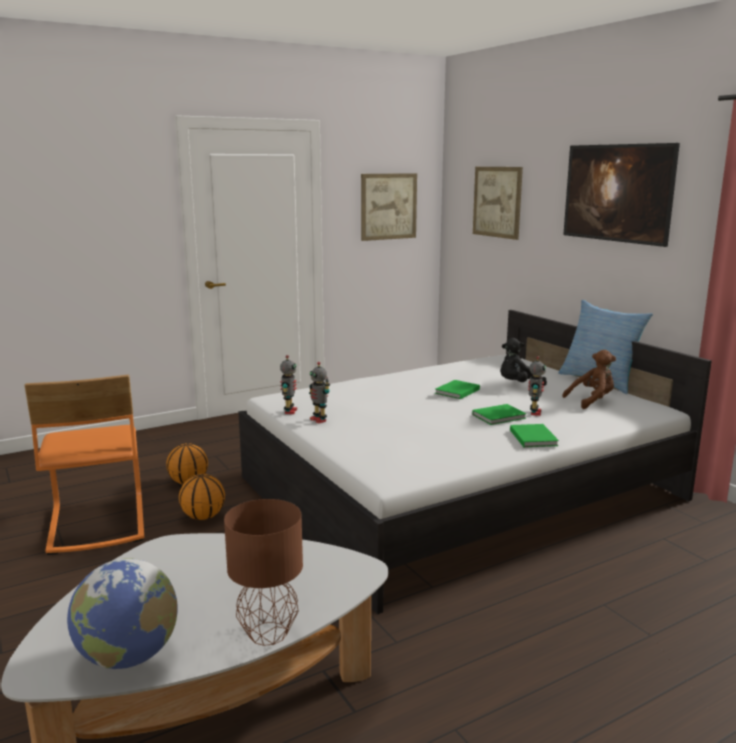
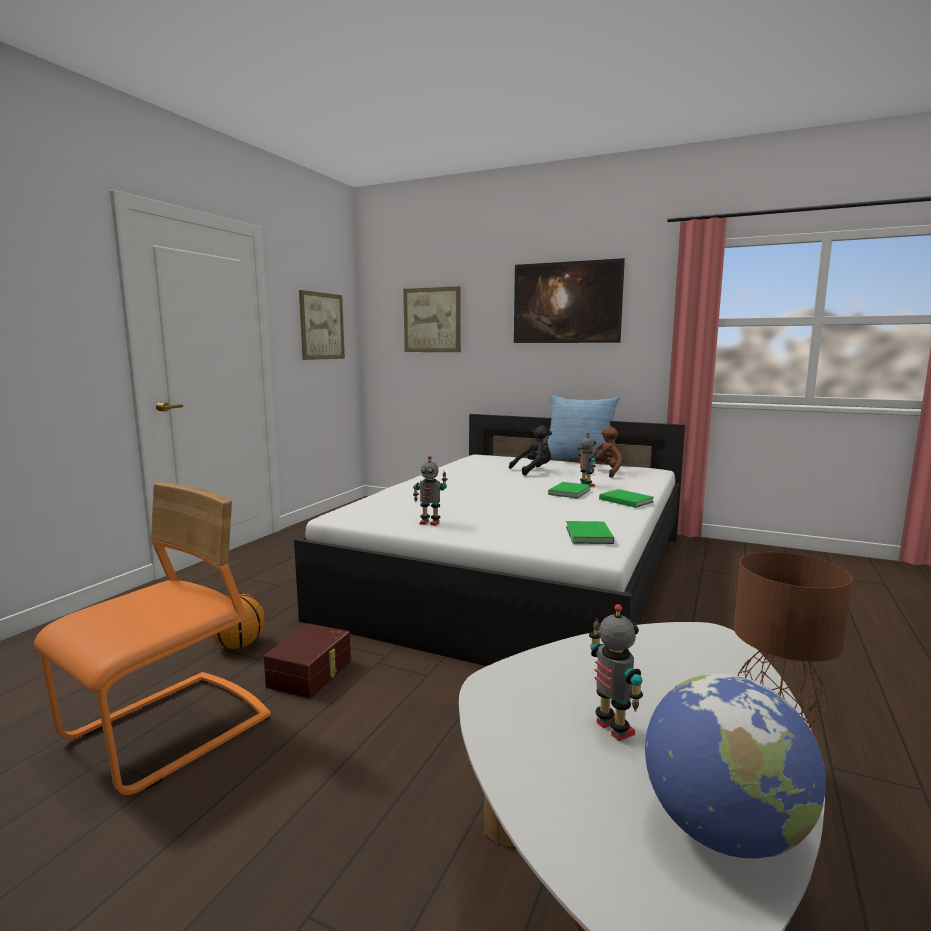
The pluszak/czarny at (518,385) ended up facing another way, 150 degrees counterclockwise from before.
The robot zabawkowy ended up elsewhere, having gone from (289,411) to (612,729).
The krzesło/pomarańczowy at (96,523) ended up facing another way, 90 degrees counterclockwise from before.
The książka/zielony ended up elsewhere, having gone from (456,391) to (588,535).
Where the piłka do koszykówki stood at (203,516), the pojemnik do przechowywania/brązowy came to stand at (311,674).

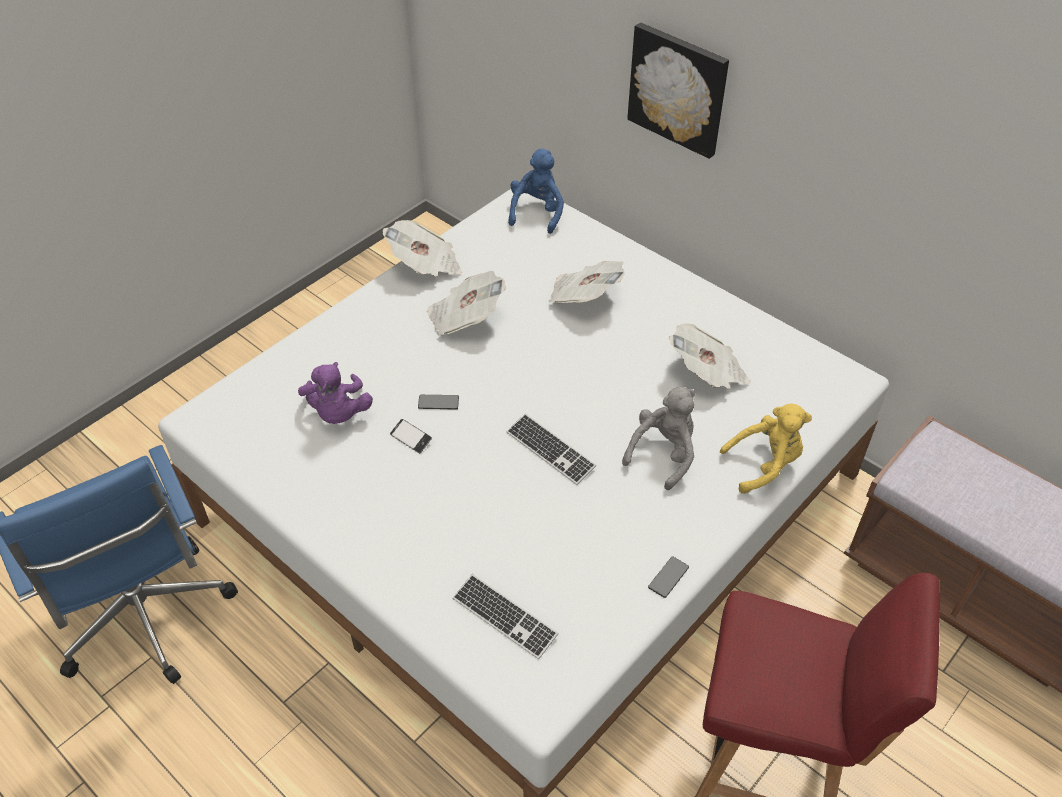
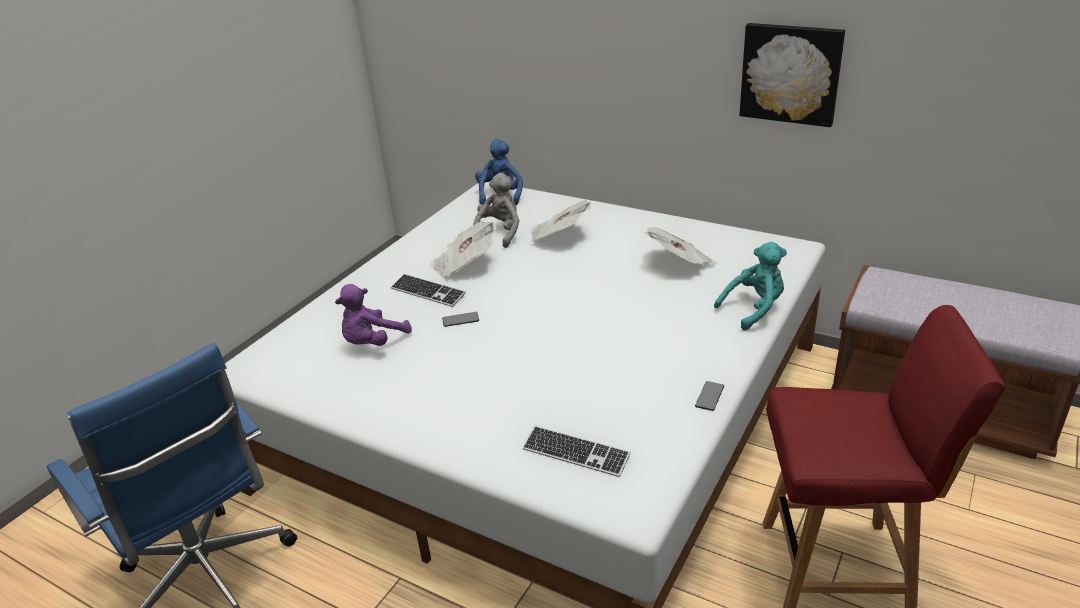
The obraz ended up elsewhere, having gone from (679,89) to (791,73).
The second view lost the gazeta at (425,265).
The pluszak/fioletowy at (338,413) ended up facing another way, 60 degrees clockwise from before.
The pluszak/szary ended up elsewhere, having gone from (663,454) to (500,233).
What was the pluszak/żółty at (765,464) turned into the pluszak/turkusowy at (754,309).
The klawiatura ended up elsewhere, having gone from (550,450) to (428,292).
The second view lost the telefon at (411,438).

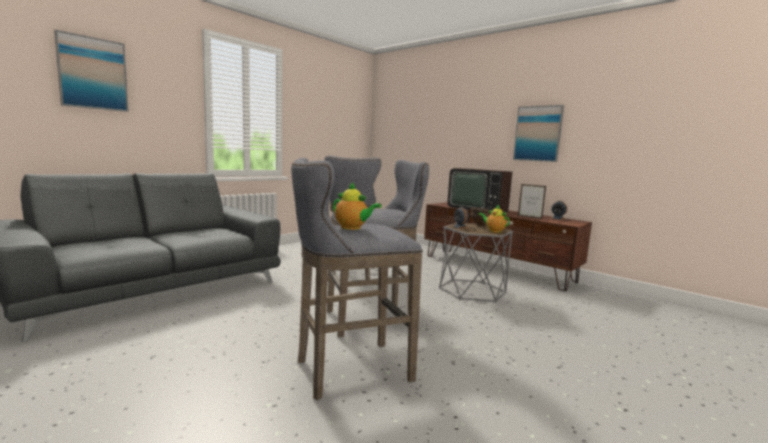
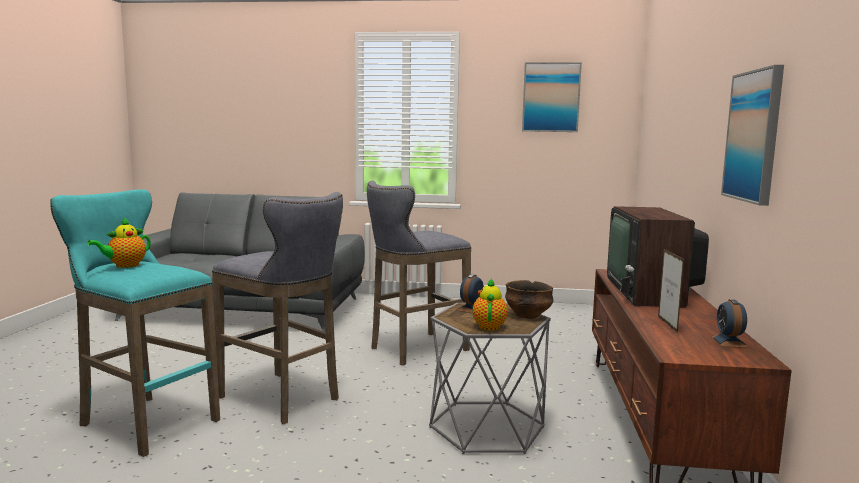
The obraz ended up elsewhere, having gone from (93,73) to (551,97).
What was the stołek/szary at (348,371) turned into the stołek/turkusowy at (144,422).
The imbryk at (353,228) ended up facing another way, 45 degrees clockwise from before.

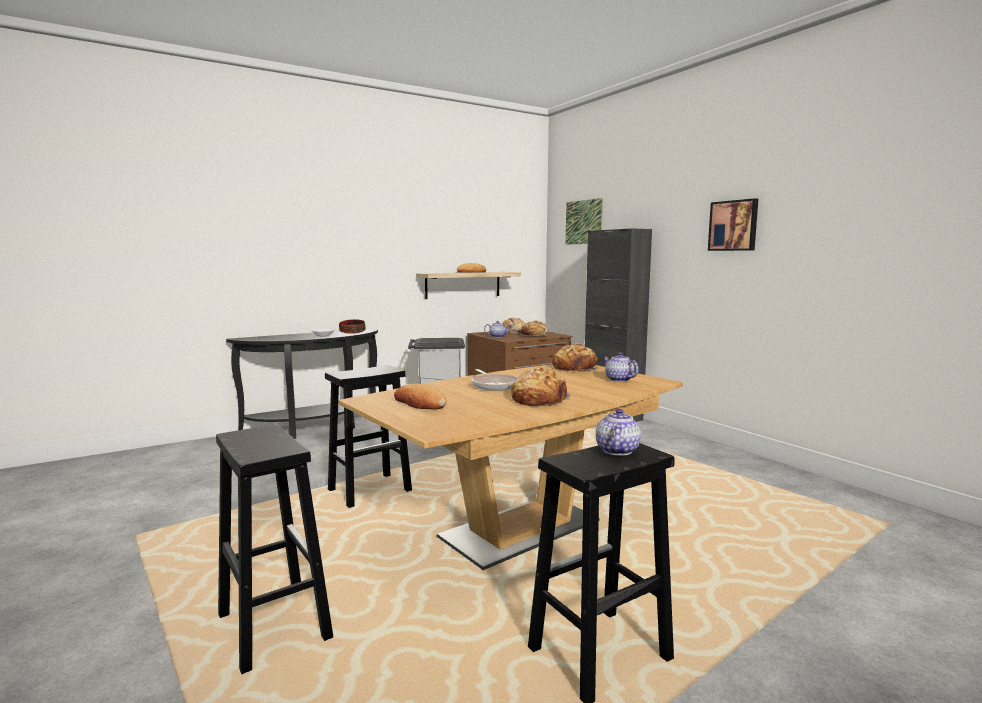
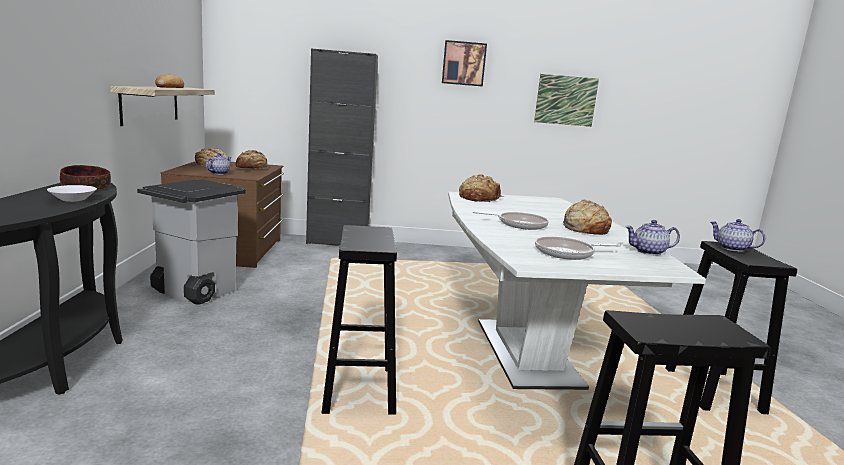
The obraz ended up elsewhere, having gone from (583,222) to (566,100).
The imbryk ended up elsewhere, having gone from (618,380) to (648,252).
What was the stół jadalny/brązowy at (520,530) turned into the stół jadalny/biały at (527,353).
Where the chleb stood at (420,403), the patelnia came to stand at (567,253).

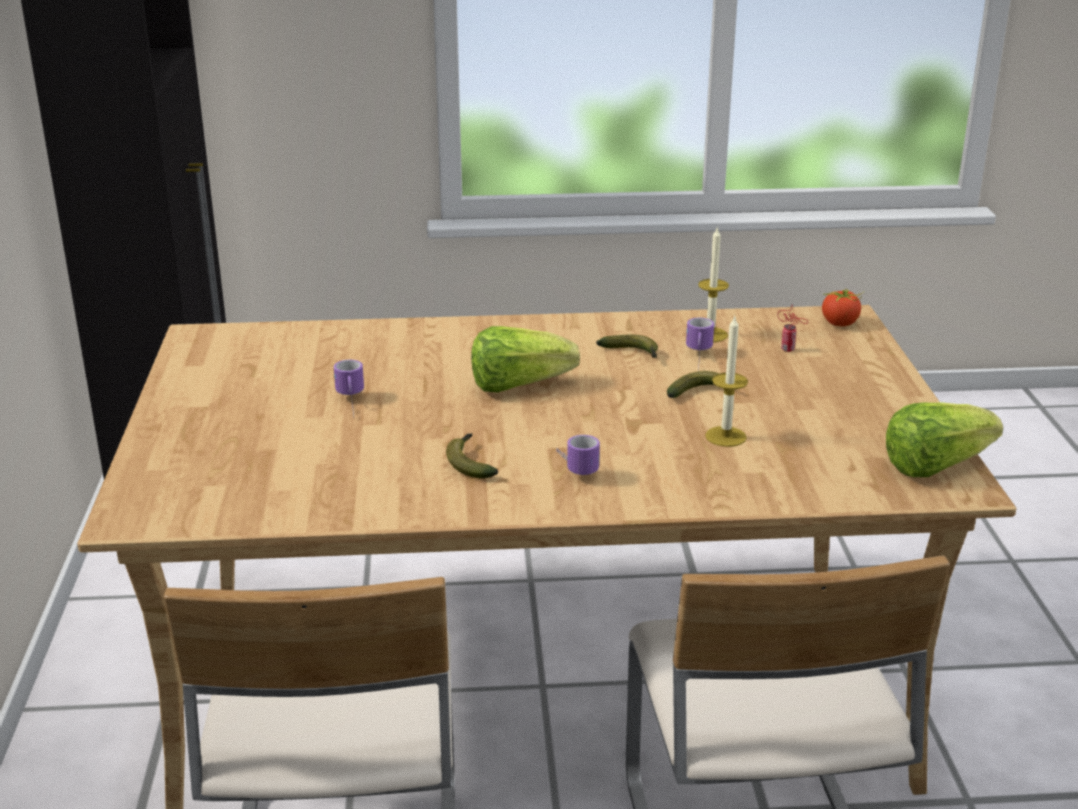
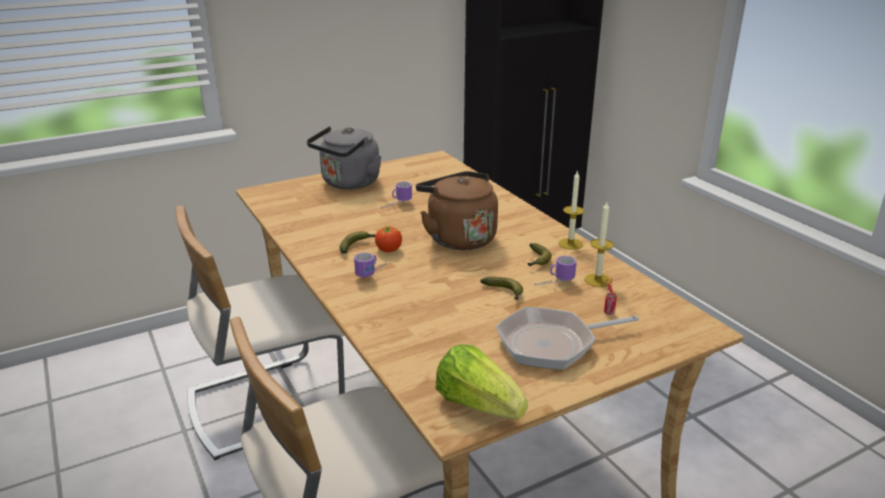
The pomidor ended up elsewhere, having gone from (840,323) to (389,250).
The świeca ended up elsewhere, having gone from (725,436) to (570,244).
Where the sałata stood at (518,385), the czajnik/brązowy came to stand at (458,238).
The second view gained the czajnik/szary at (348,183).
The second view gained the patelnia at (552,344).

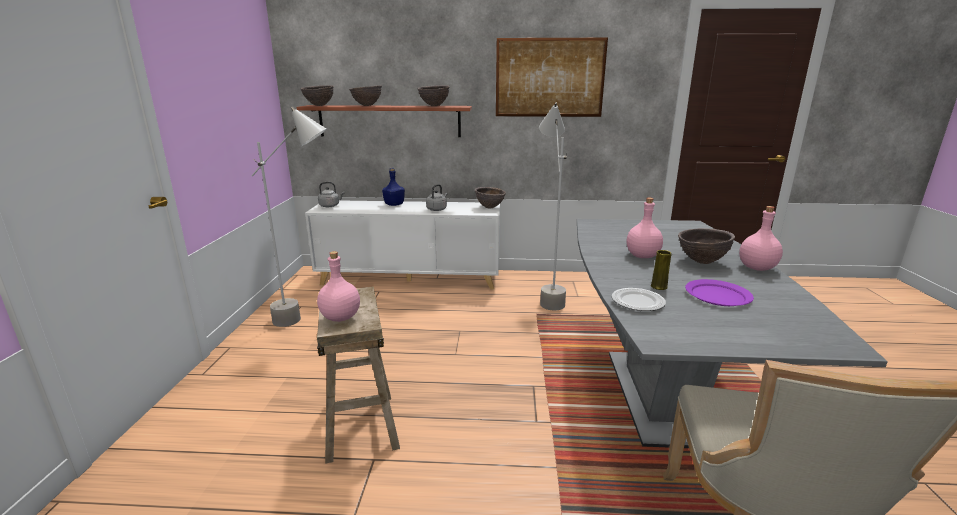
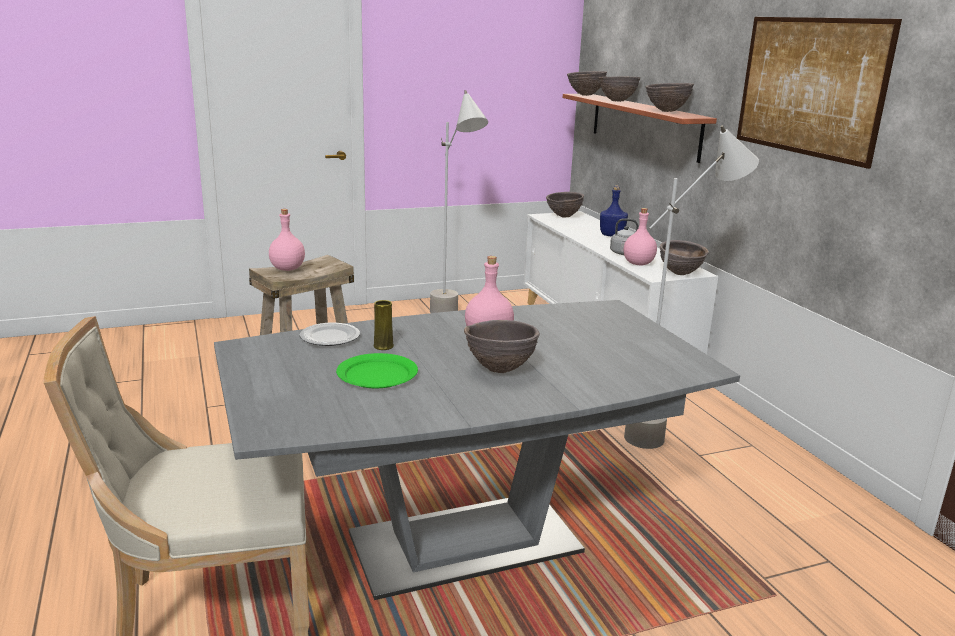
Where the czajnik/szary stood at (330,206), the miska/brązowy came to stand at (563,216).
The butelka/różowy ended up elsewhere, having gone from (756,268) to (638,263).
What was the talerz/fioletowy at (717,295) turned into the talerz/zielony at (377,374).

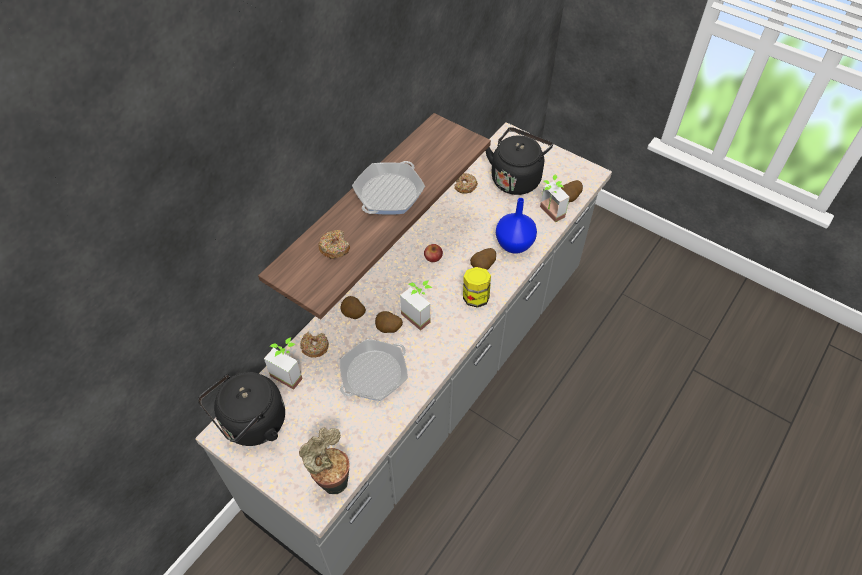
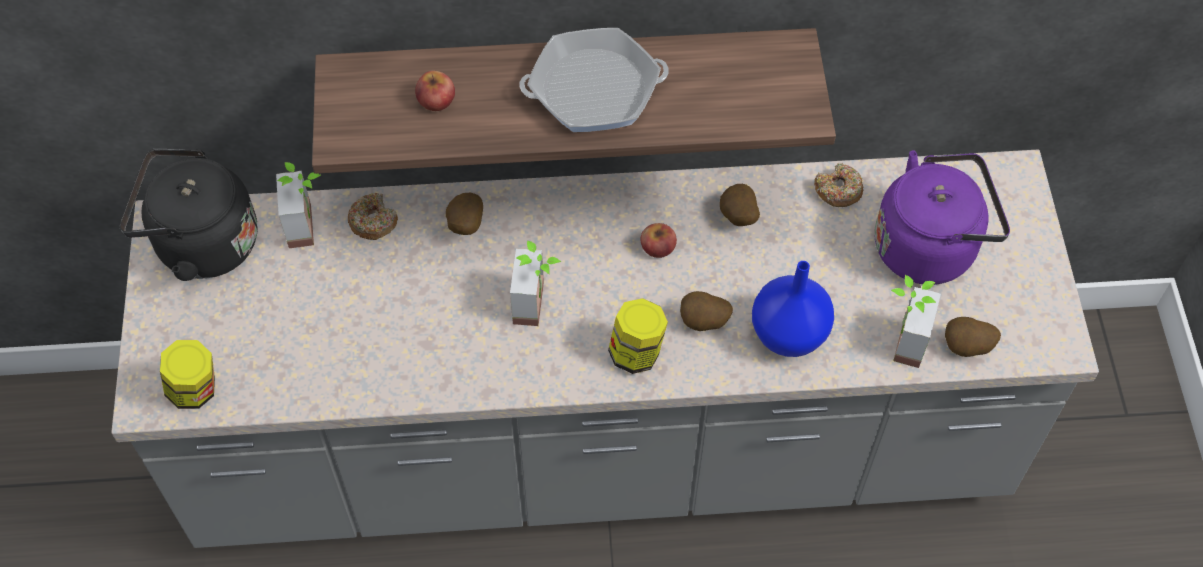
What was the czajnik/czarny at (516,178) turned into the czajnik/fioletowy at (930,246).
Where the donut stood at (334,248), the jabłko came to stand at (436,100).
The ziemniak ended up elsewhere, having gone from (388,329) to (737,217).
The second view lost the patelnia at (374,374).
Where the roślina doniczkowa stood at (332,479), the słoik came to stand at (195,390).

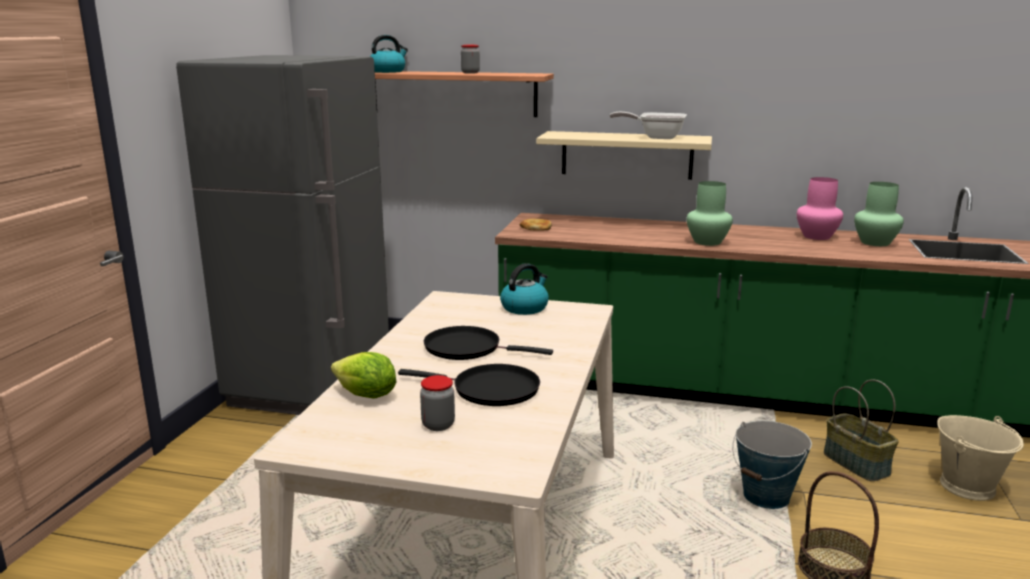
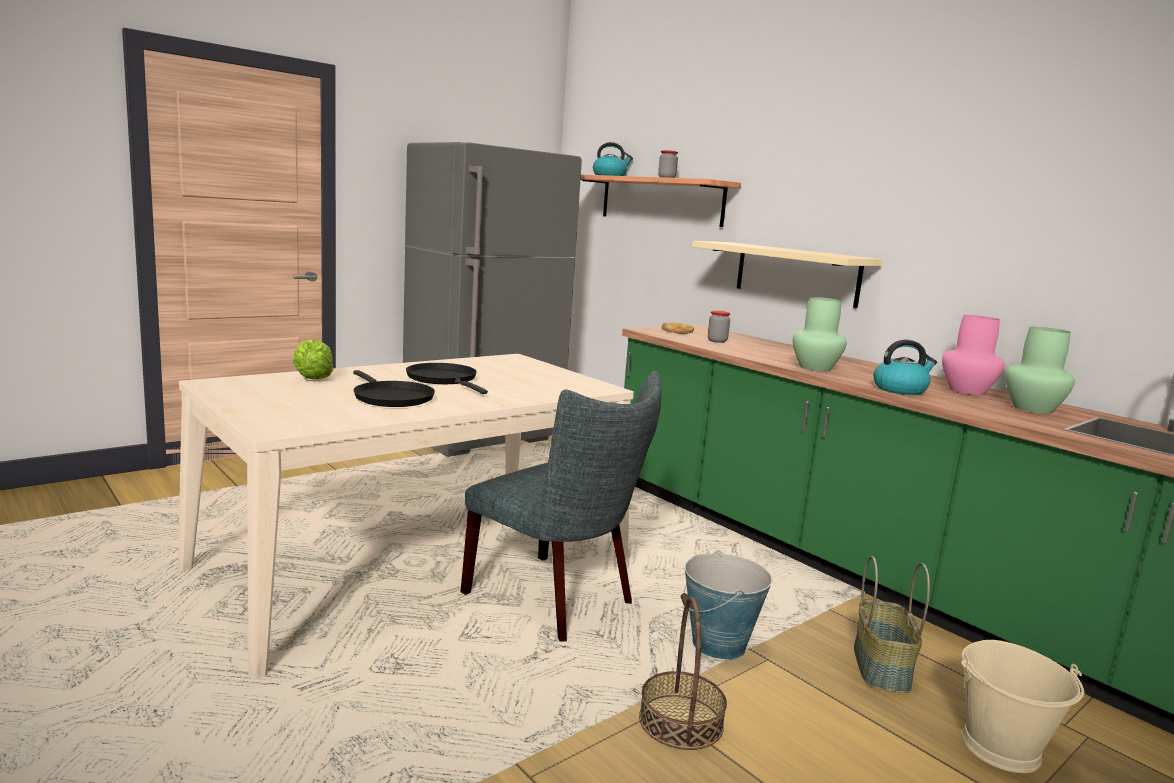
The second view lost the patelnia at (656,137).
The czajnik ended up elsewhere, having gone from (525,308) to (900,389).
The słoik ended up elsewhere, having gone from (438,425) to (717,341).
The second view gained the krzesło/szary at (558,601).

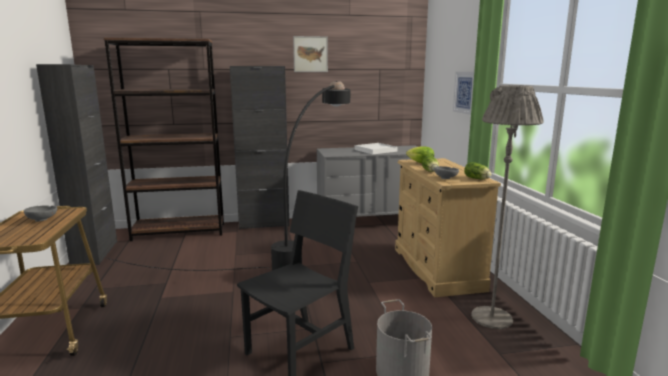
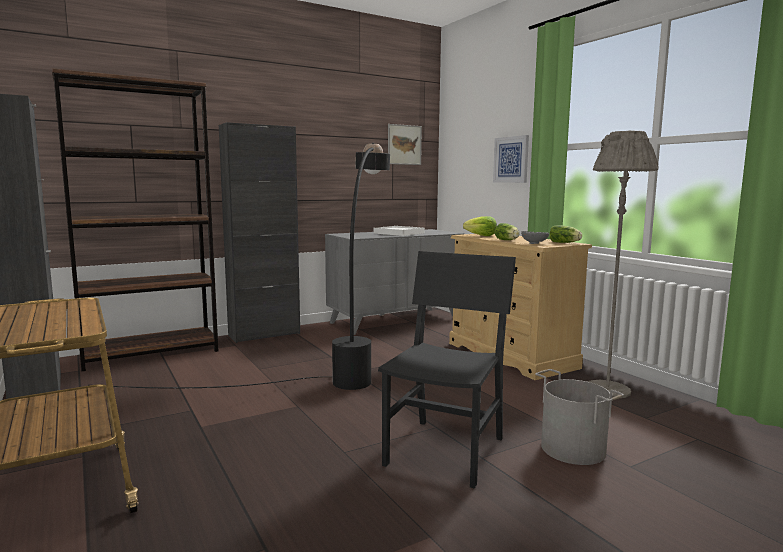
The obraz ended up elsewhere, having gone from (310,54) to (404,145).
The second view lost the miska/szary at (43,220).

